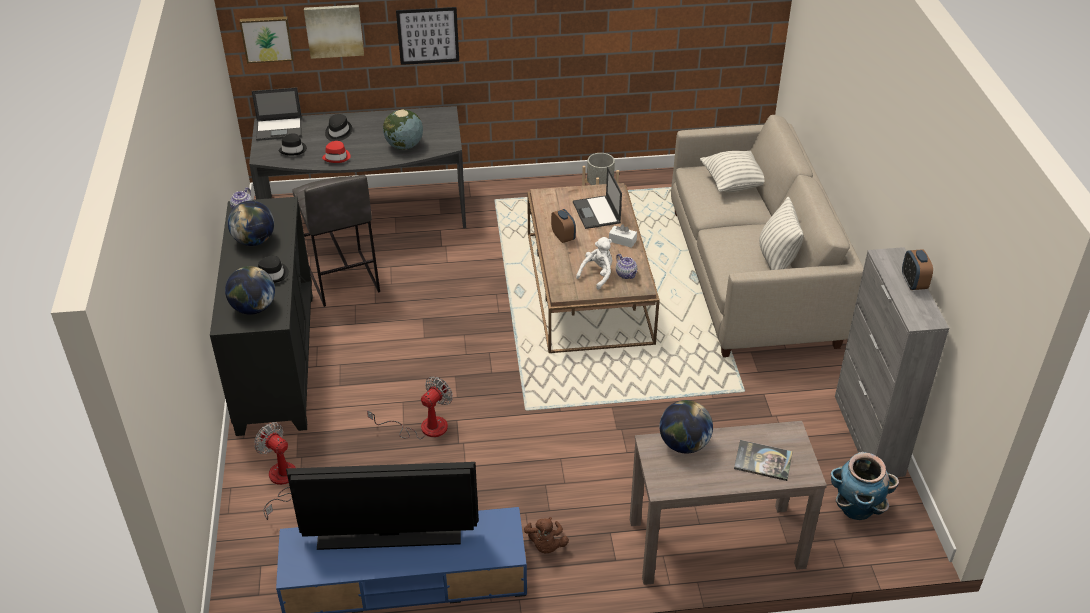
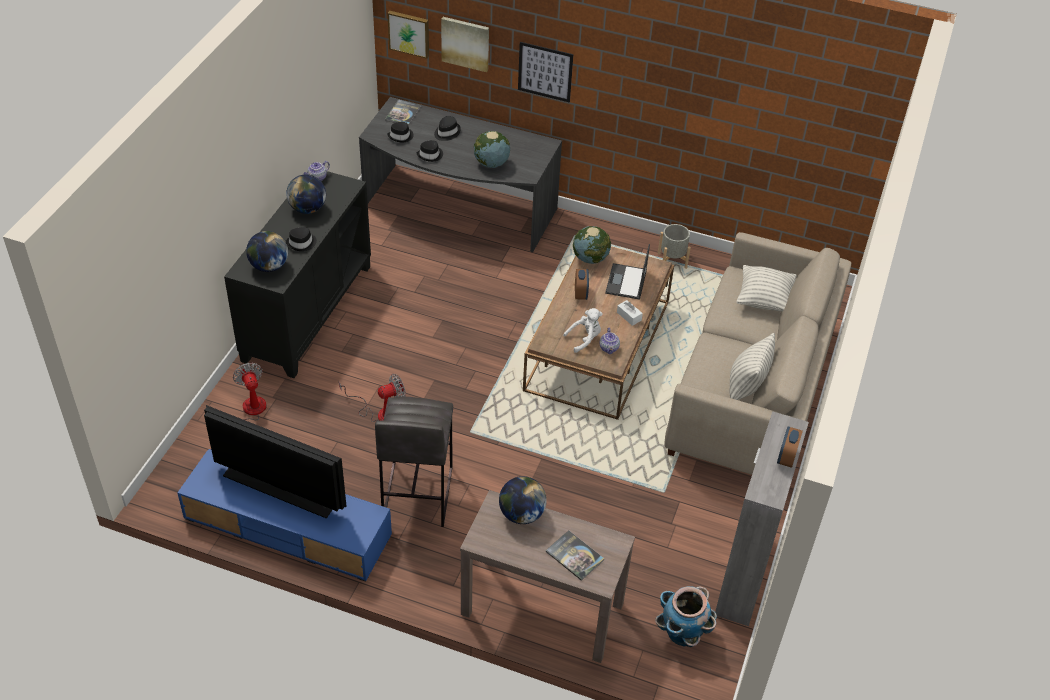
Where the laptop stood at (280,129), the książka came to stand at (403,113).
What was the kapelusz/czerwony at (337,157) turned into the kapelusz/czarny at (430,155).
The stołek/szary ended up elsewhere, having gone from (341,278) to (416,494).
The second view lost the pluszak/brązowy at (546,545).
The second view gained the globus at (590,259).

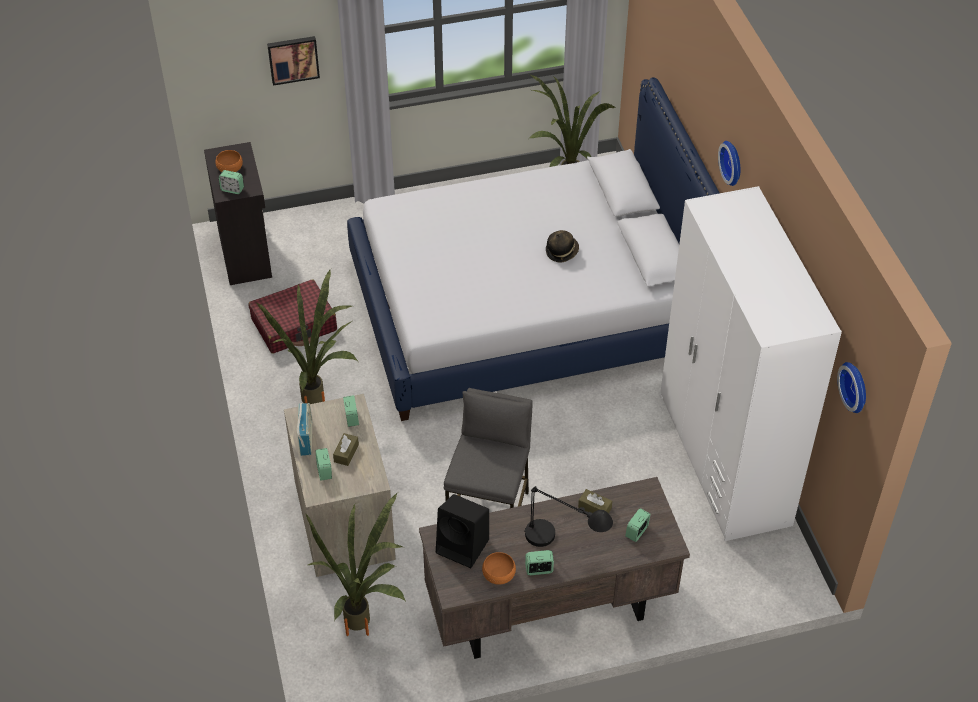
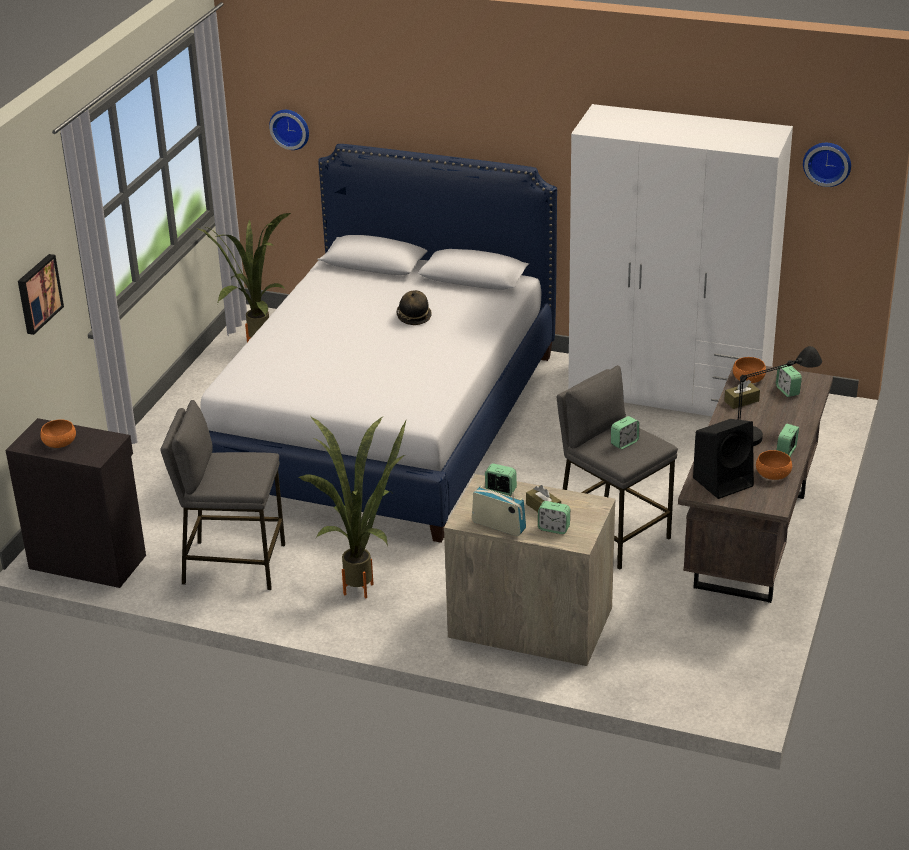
The zegar ścienny ended up elsewhere, having gone from (733,162) to (290,128).
The budzik ended up elsewhere, having gone from (232,189) to (624,443).
Where the walizka/czerwony stood at (294,325), the stołek/szary came to stand at (233,564).
The second view lost the roślina doniczkowa at (366,628).
The second view gained the miska/pomarańczowy at (748,378).

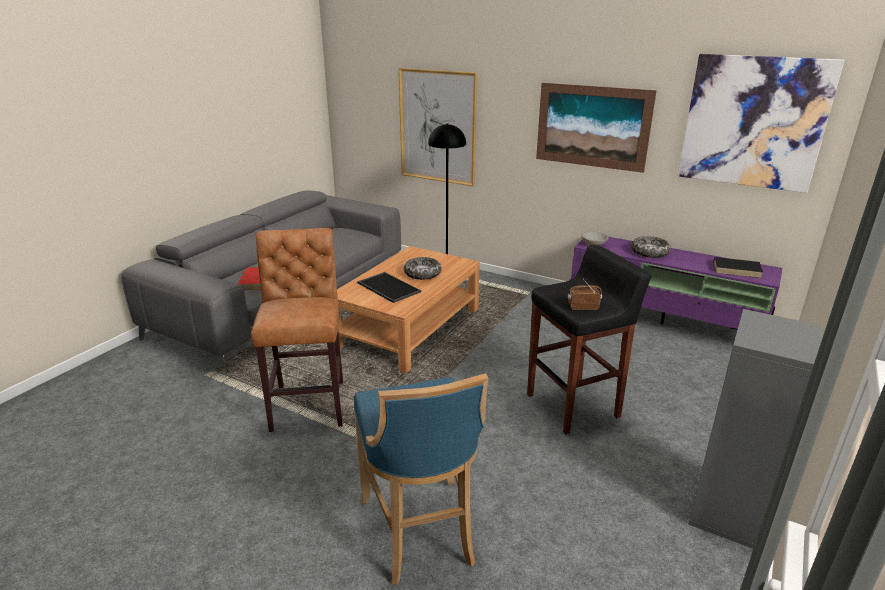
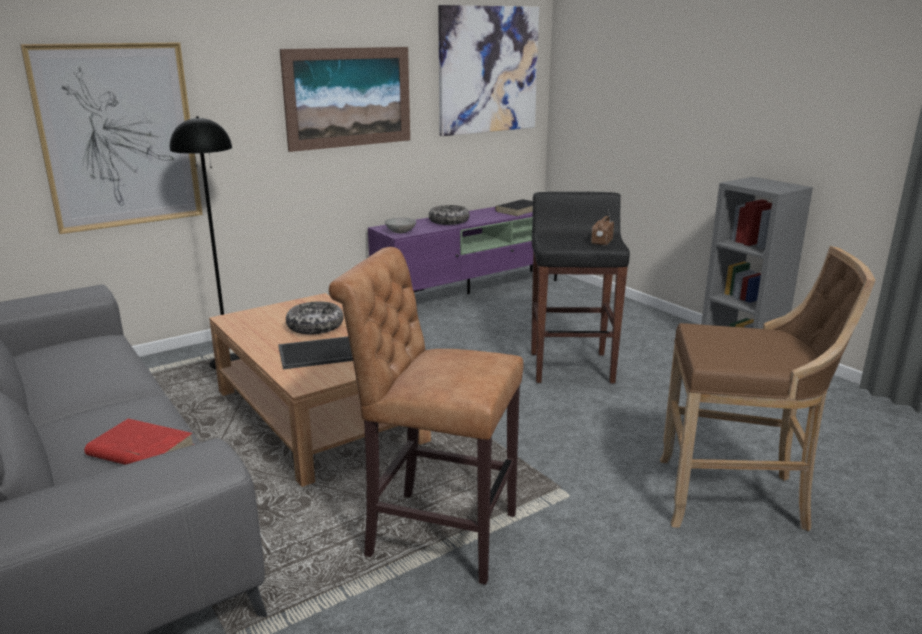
What was the stołek/niebieski at (421,533) turned into the stołek/brązowy at (736,497).

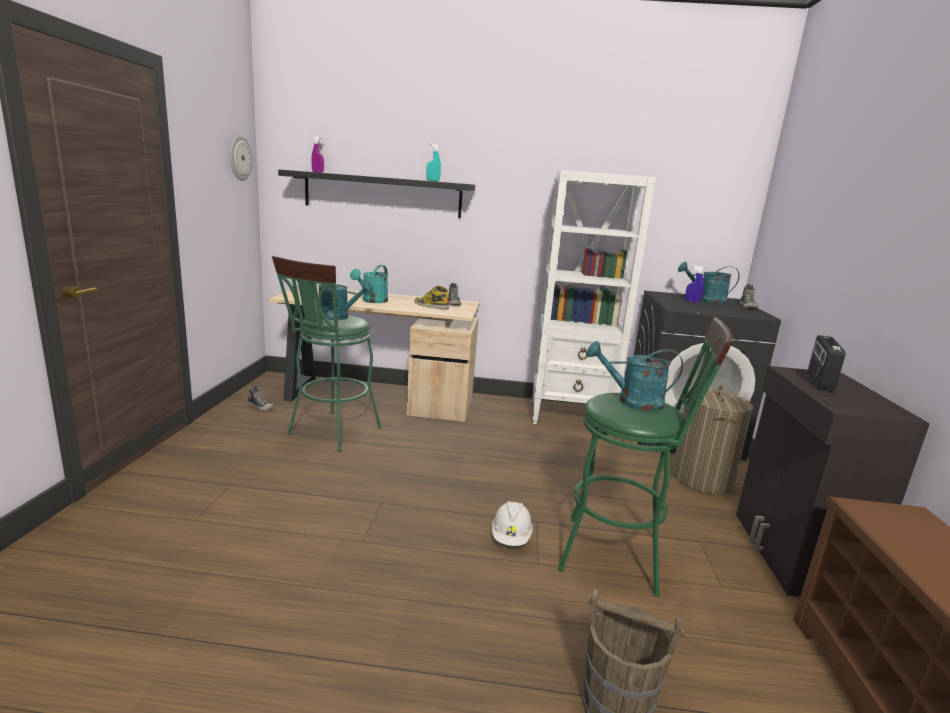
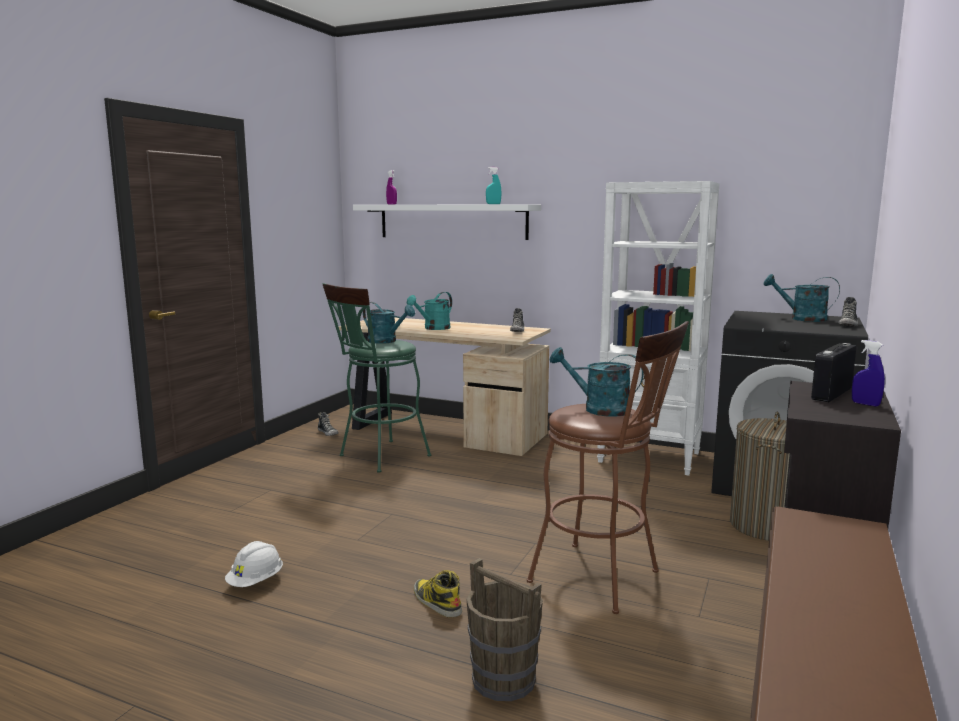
The second view lost the zegar ścienny at (239,157).
What was the półka/czarny at (383,194) turned into the półka/biały at (452,221).
The spryskiwacz/niebieski ended up elsewhere, having gone from (692,301) to (865,404).
The but z cholewką ended up elsewhere, having gone from (431,306) to (436,602).
What was the stołek/zielony at (621,556) turned into the stołek/brązowy at (604,579).
The kask/biały ended up elsewhere, having gone from (511,537) to (256,582).

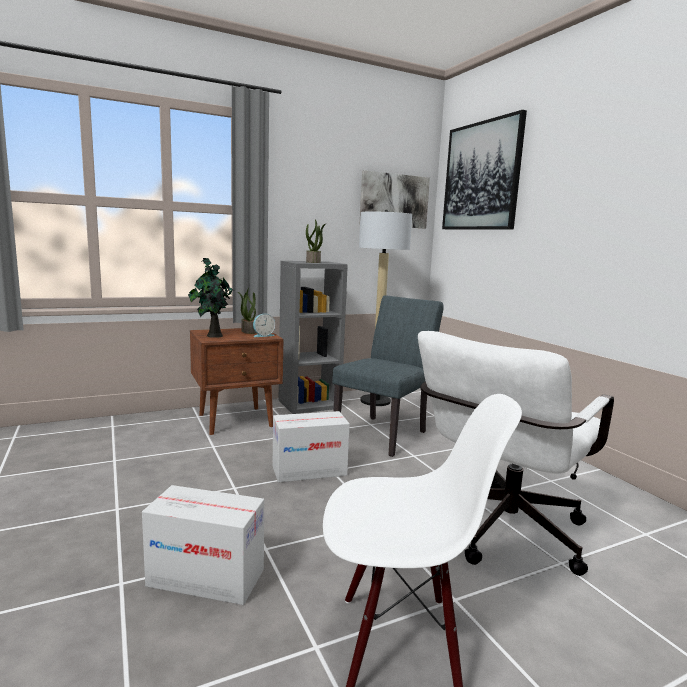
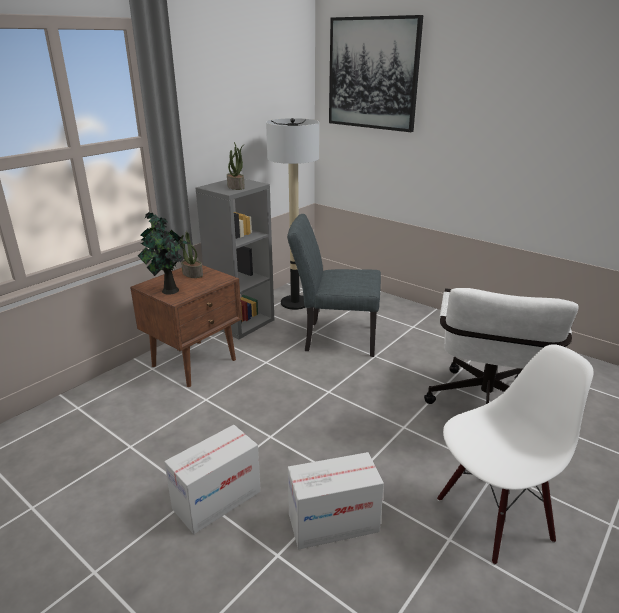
The second view lost the obraz at (394,200).
The krzesło/szary at (385,433) ended up facing another way, 90 degrees counterclockwise from before.
The second view lost the budzik at (263,335).
The karton ended up elsewhere, having gone from (309,471) to (217,500).

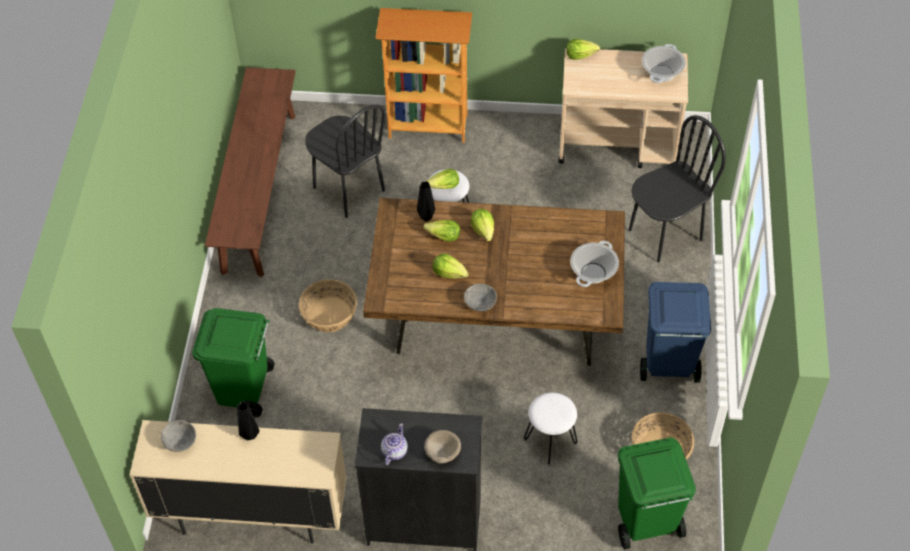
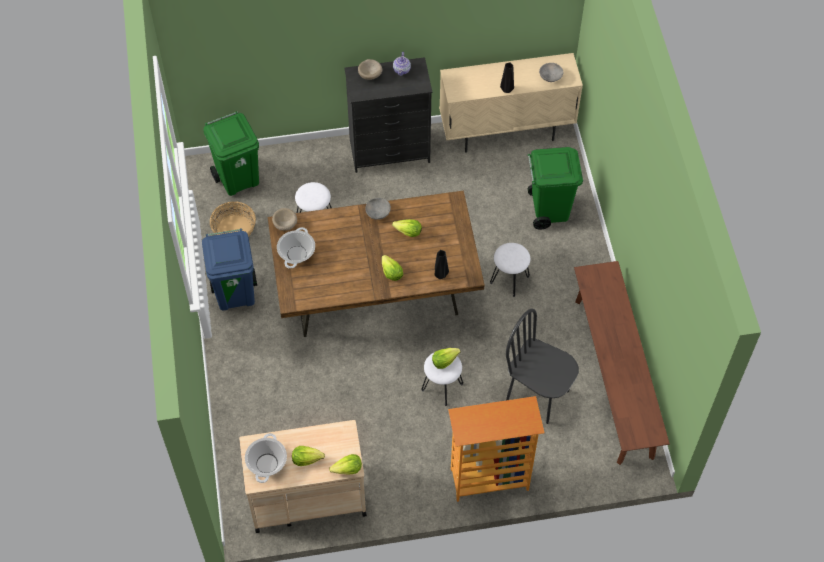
The second view lost the krzesło/czarny at (665,234).
The sałata ended up elsewhere, having gone from (443,236) to (307,458).
Where the koszyk stood at (329,314), the stołek/biały came to stand at (510,280).
The second view gained the miska/beżowy at (285,225).

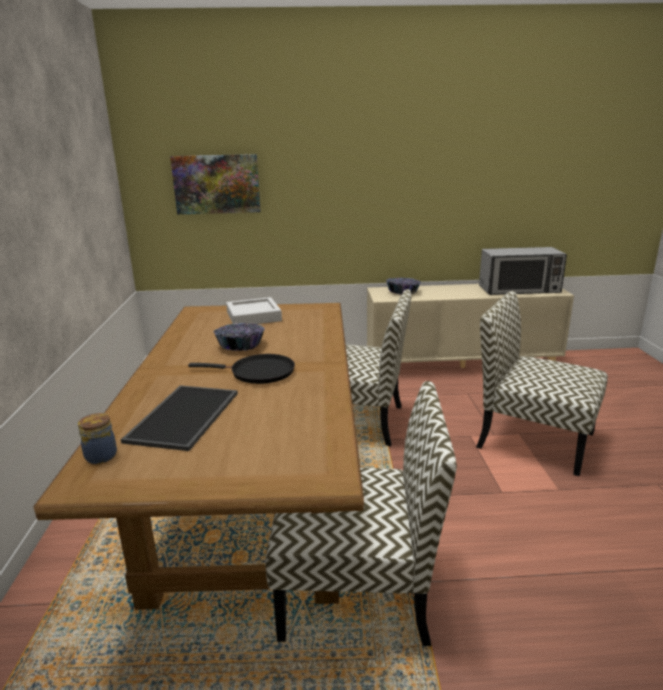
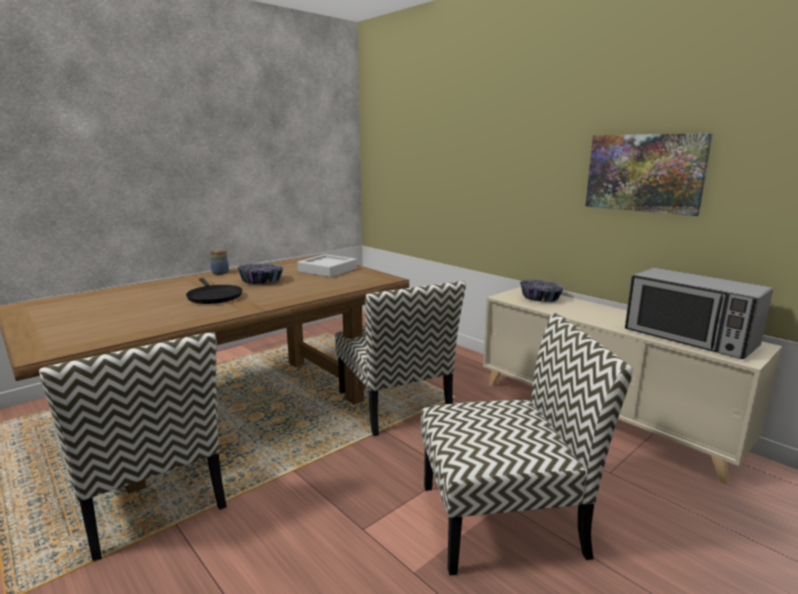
The obraz ended up elsewhere, having gone from (216,184) to (644,173).
The krzesło at (533,439) ended up facing another way, 90 degrees clockwise from before.
The second view lost the taca at (185,417).
The słoik ended up elsewhere, having gone from (100,456) to (220,272).

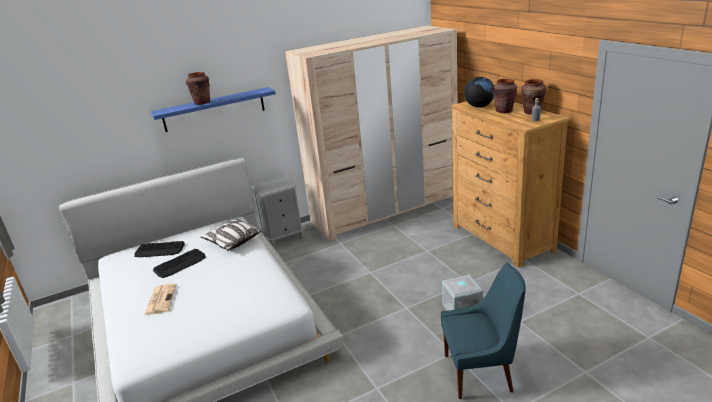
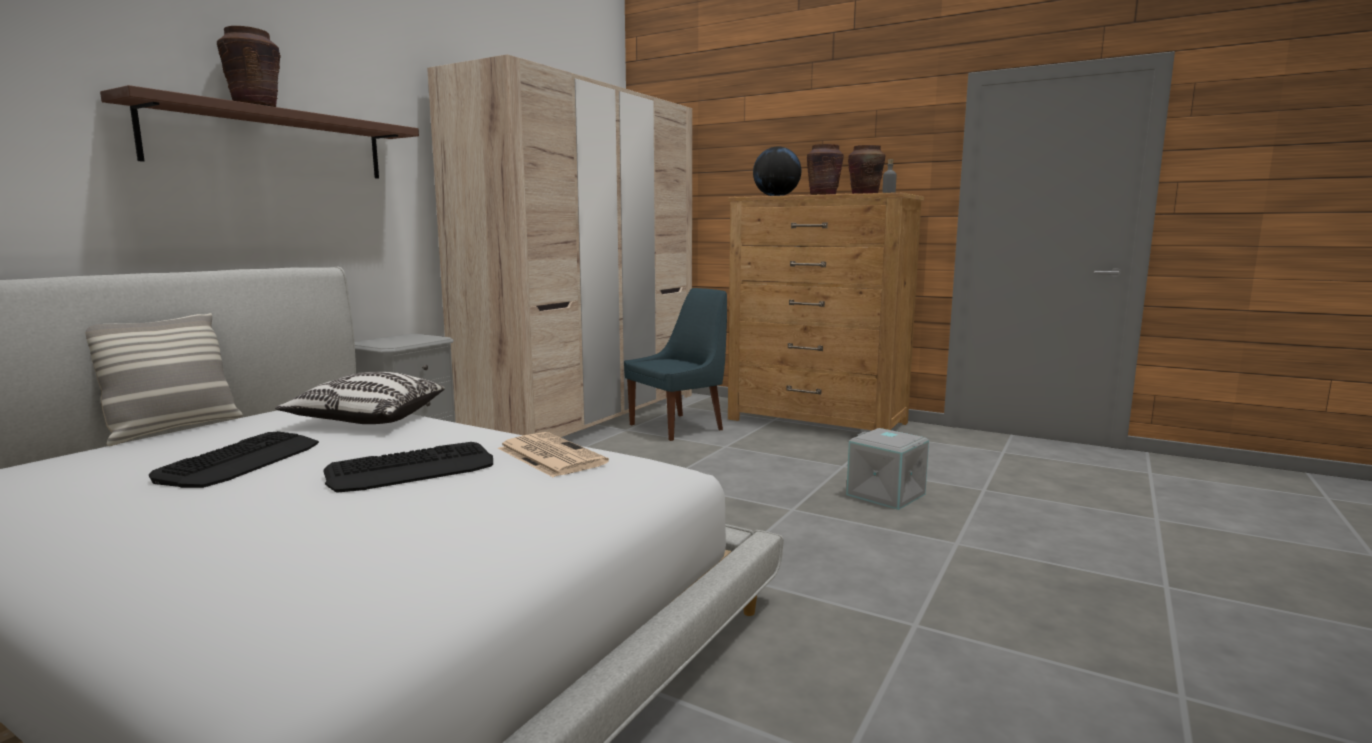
What was the półka/niebieski at (214,109) turned into the półka/brązowy at (271,143).
The klawiatura ended up elsewhere, having gone from (160,250) to (412,469).
The krzesło/niebieski ended up elsewhere, having gone from (480,373) to (679,427).
The gazeta ended up elsewhere, having gone from (161,299) to (549,455).
The second view gained the poduszka at (173,429).

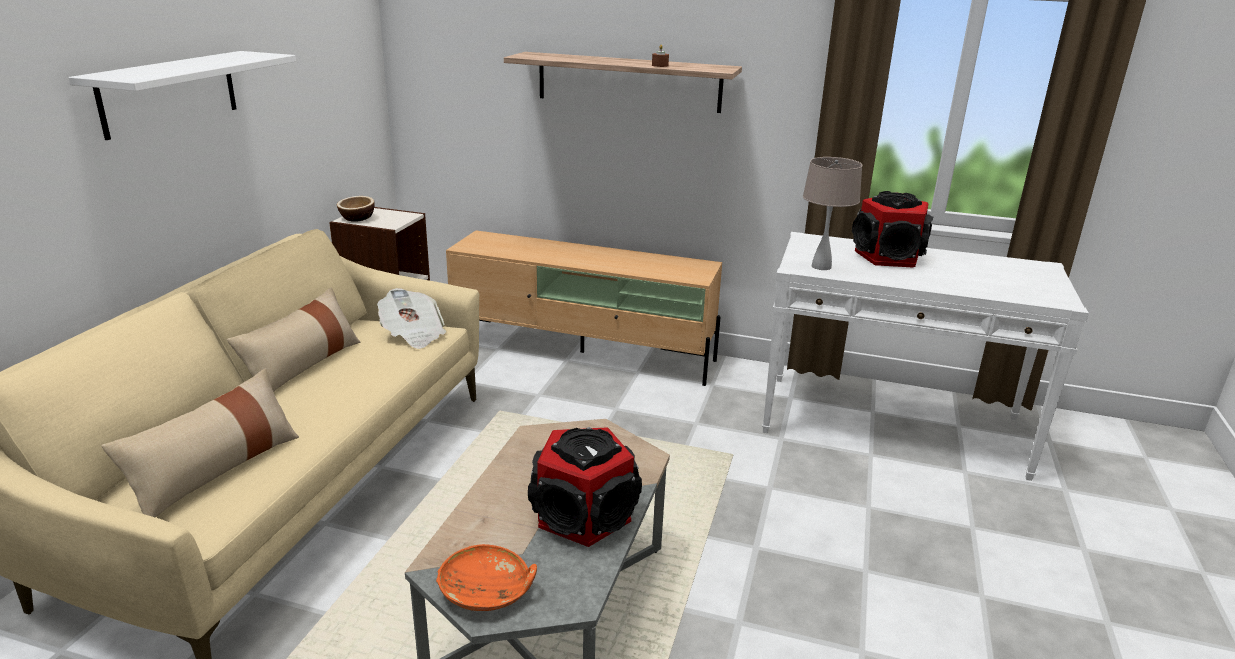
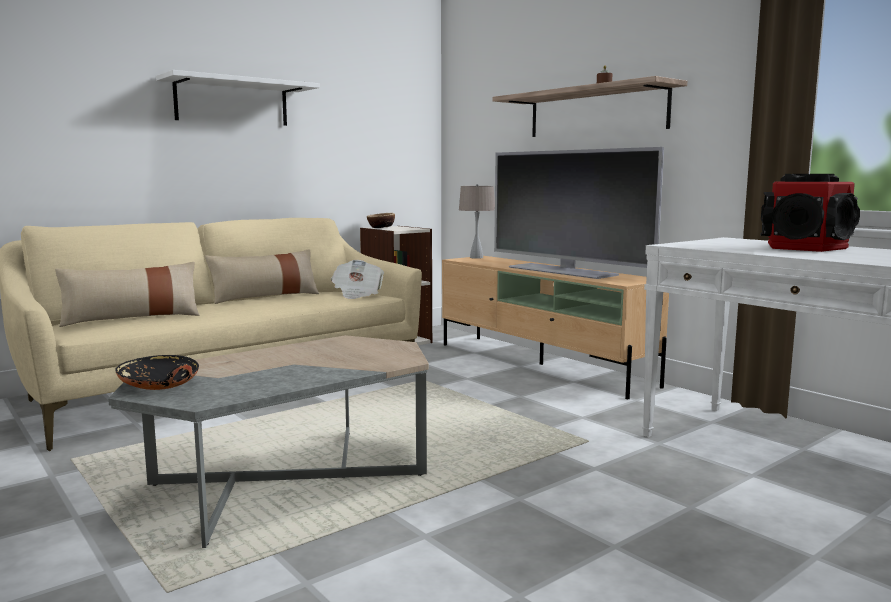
The lampa stołowa/beżowy ended up elsewhere, having gone from (821,267) to (476,257).
The second view lost the głośnik at (583,516).
What was the miska/pomarańczowy at (487,591) turned into the miska/czarny at (160,385).
The second view gained the telewizor at (563,271).

